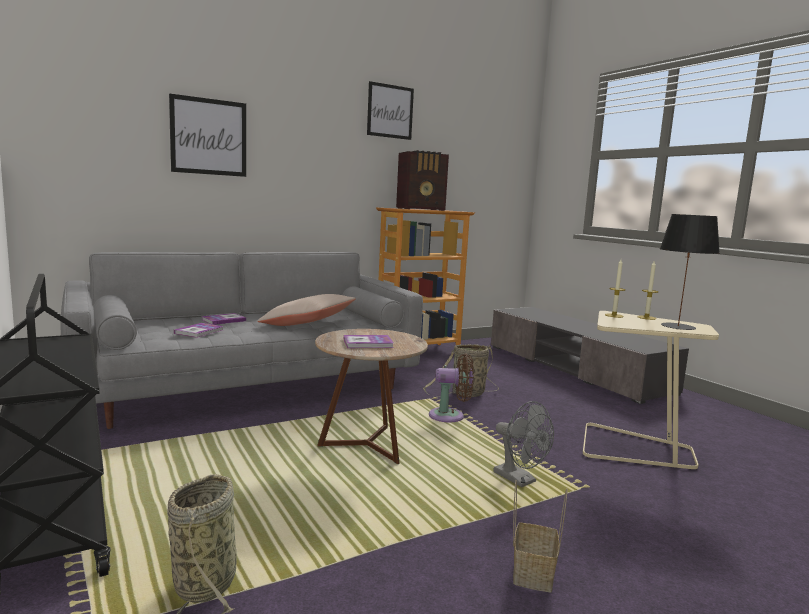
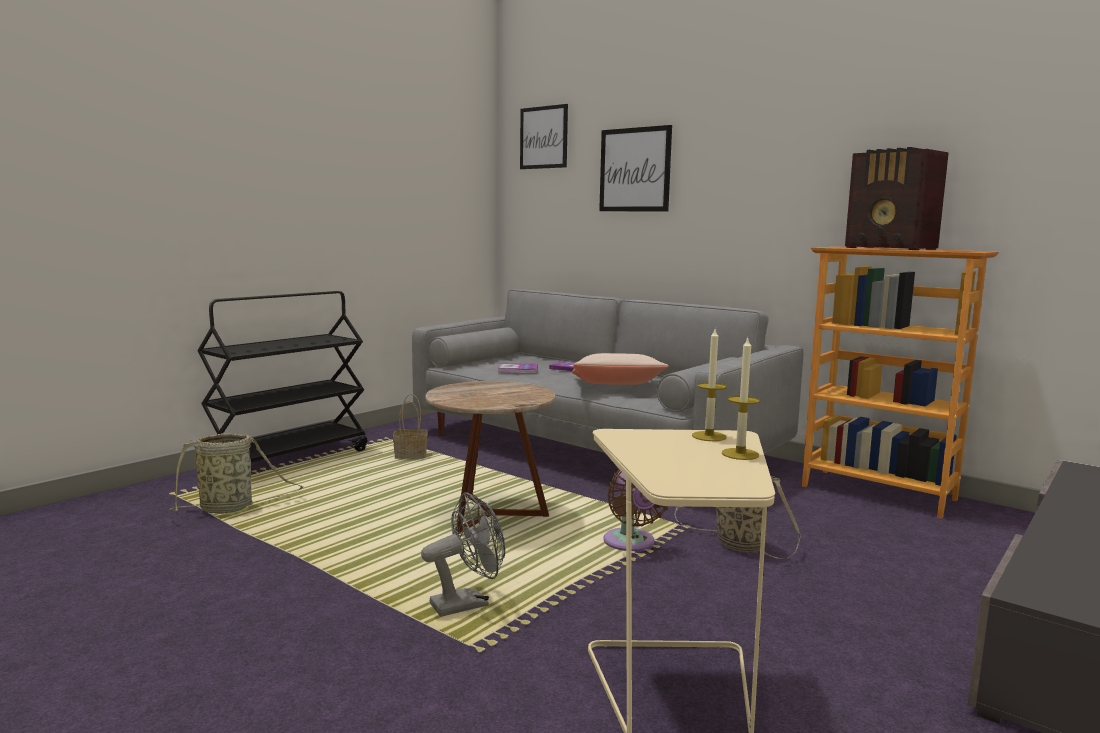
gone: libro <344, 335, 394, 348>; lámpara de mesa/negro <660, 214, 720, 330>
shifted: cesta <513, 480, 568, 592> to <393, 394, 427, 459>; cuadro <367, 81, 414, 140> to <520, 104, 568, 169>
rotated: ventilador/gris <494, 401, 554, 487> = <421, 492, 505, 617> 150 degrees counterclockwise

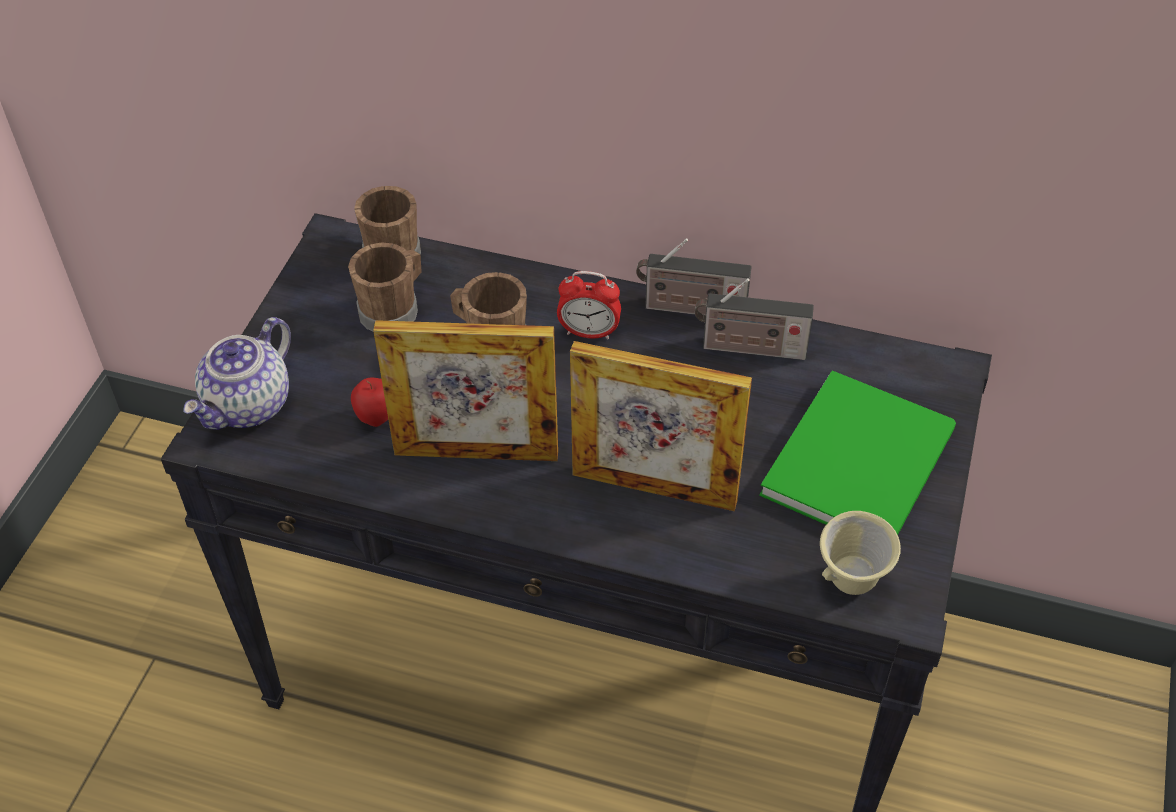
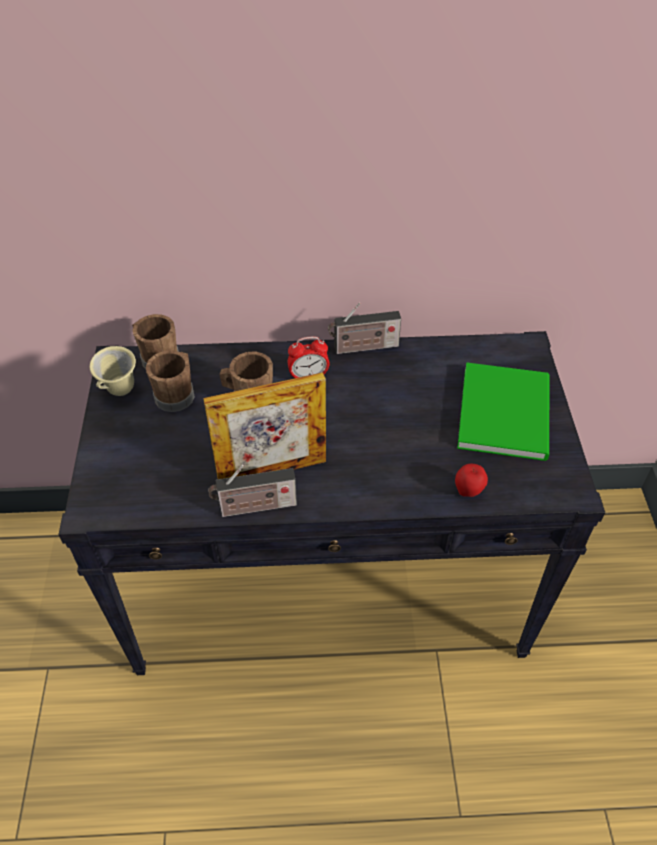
gone: tetera <183, 317, 291, 430>; portarretratos <570, 341, 752, 511>
shifted: taza grande/beis <820, 511, 901, 595> to <90, 346, 136, 396>; radio <695, 278, 814, 360> to <208, 465, 297, 517>; manzana <351, 378, 388, 427> to <455, 464, 488, 497>

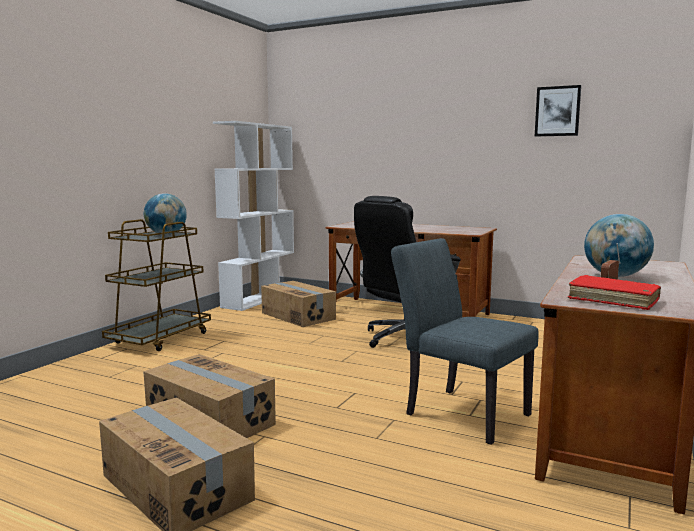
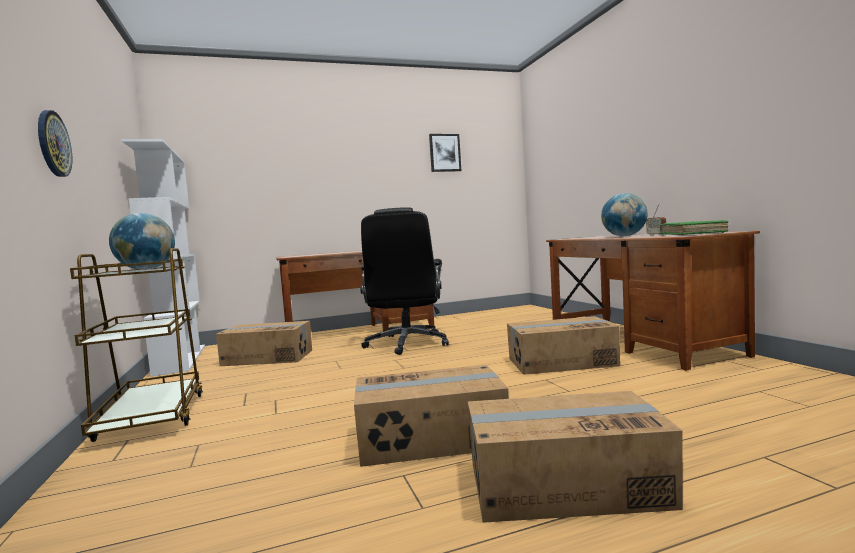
new: reloj de pared <38, 110, 72, 177>
swapped: silla/gris <391, 238, 539, 445> to caja de cartón <507, 316, 620, 375>
repainted: libro/rojo <568, 275, 661, 310> to libro/verde <660, 220, 729, 235>

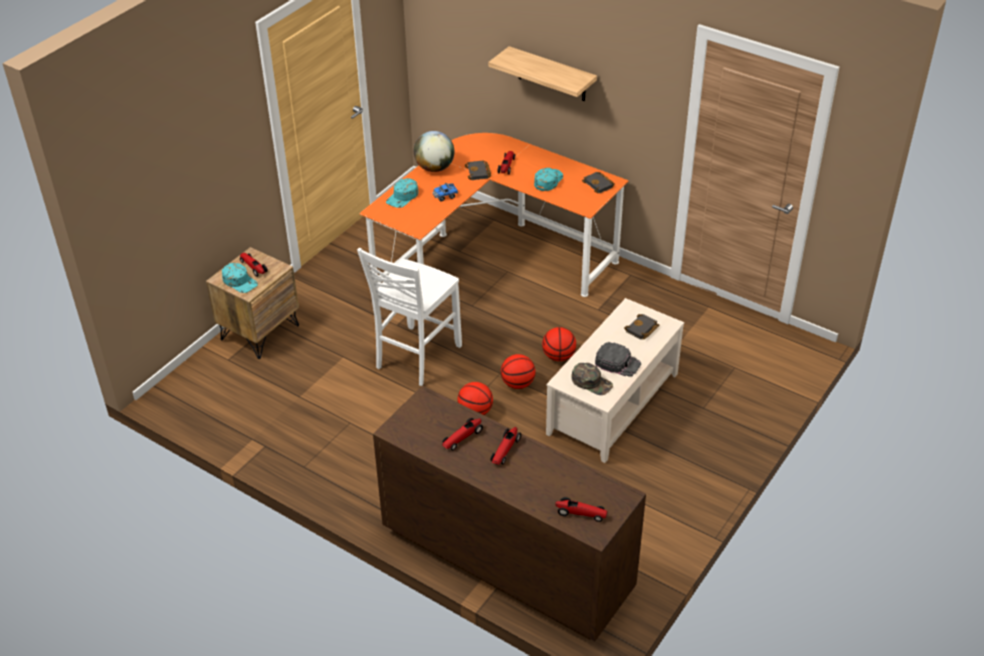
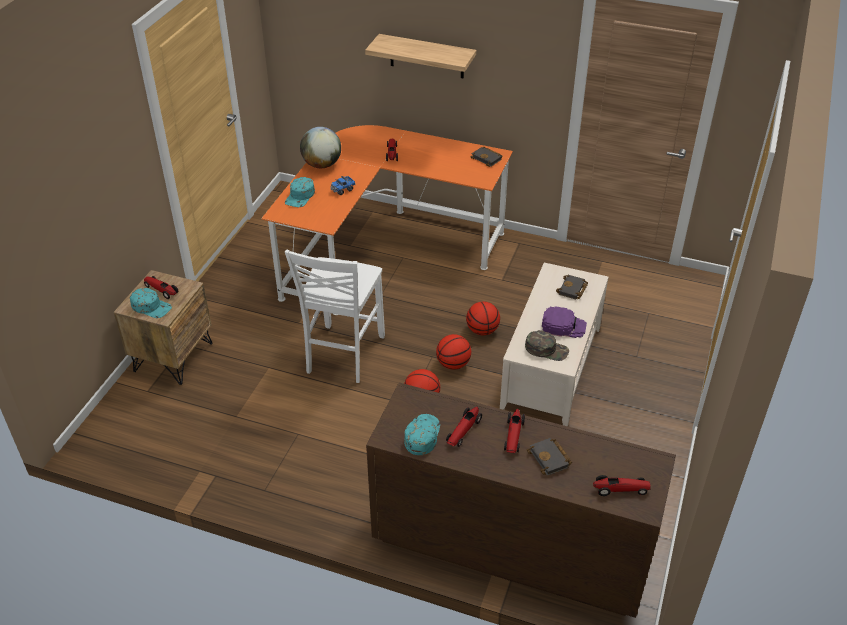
shifted: gorra/turquesa <534, 168, 563, 191> to <404, 414, 440, 455>; libro/negro <465, 160, 491, 180> to <527, 438, 572, 476>
repainted: gorra/negro <595, 342, 641, 377> to gorra/morado <542, 306, 587, 338>

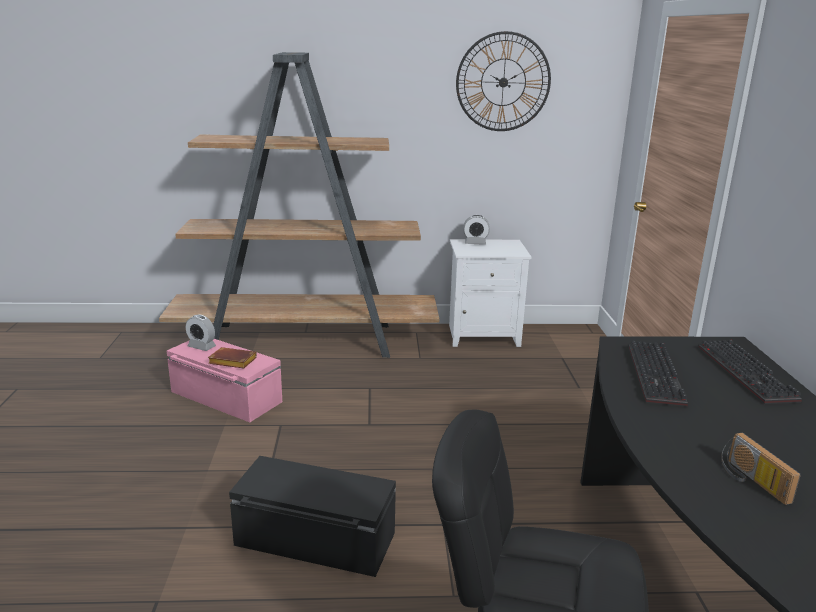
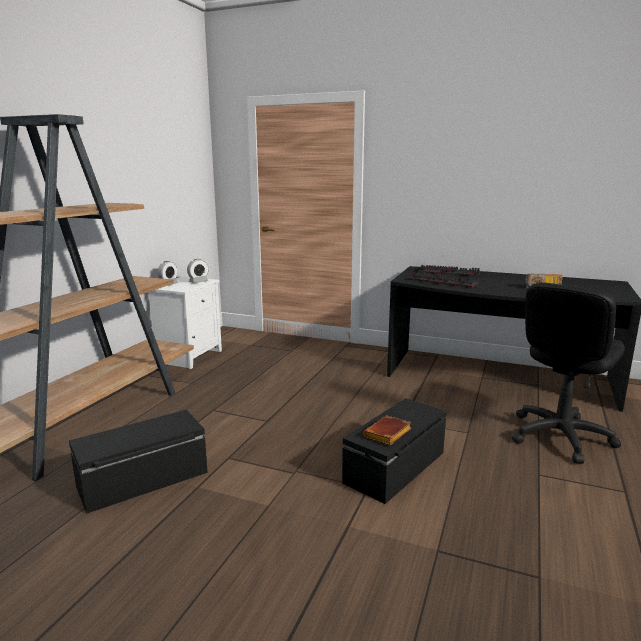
gone: reloj de pared <456, 31, 551, 131>
shifted: despertador <186, 314, 216, 351> to <187, 259, 209, 283>; libro/marrón <208, 347, 257, 368> to <363, 415, 412, 445>
repainted: caja de almacenaje/rosa <167, 339, 282, 422> to caja de almacenaje/negro <69, 410, 208, 514>

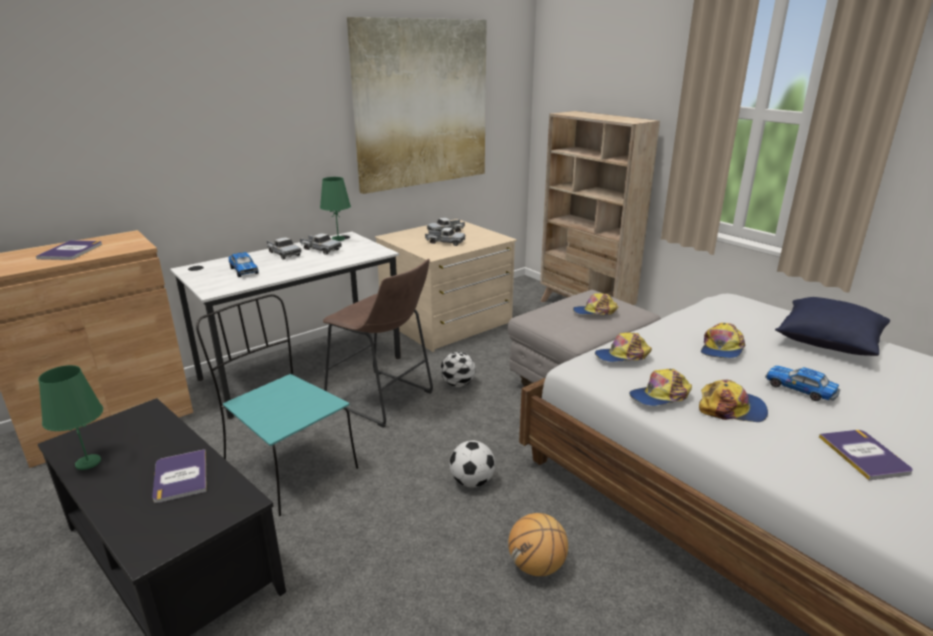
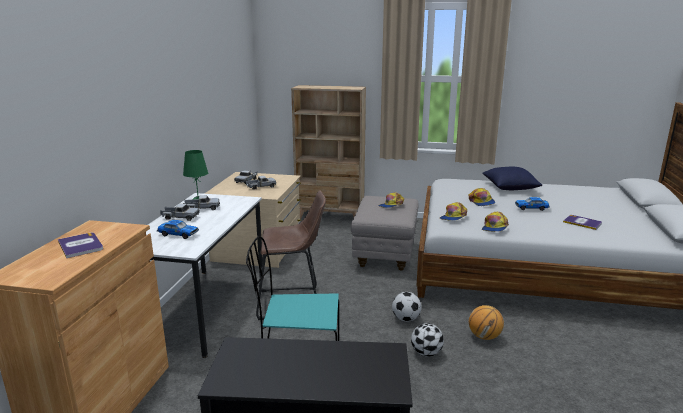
gone: lámpara de mesa/verde <38, 365, 103, 470>; libro <152, 449, 207, 503>; cuadro <347, 17, 487, 194>; gorra <699, 380, 768, 422>
shifted: balón de fútbol <441, 352, 476, 387> to <411, 323, 444, 357>

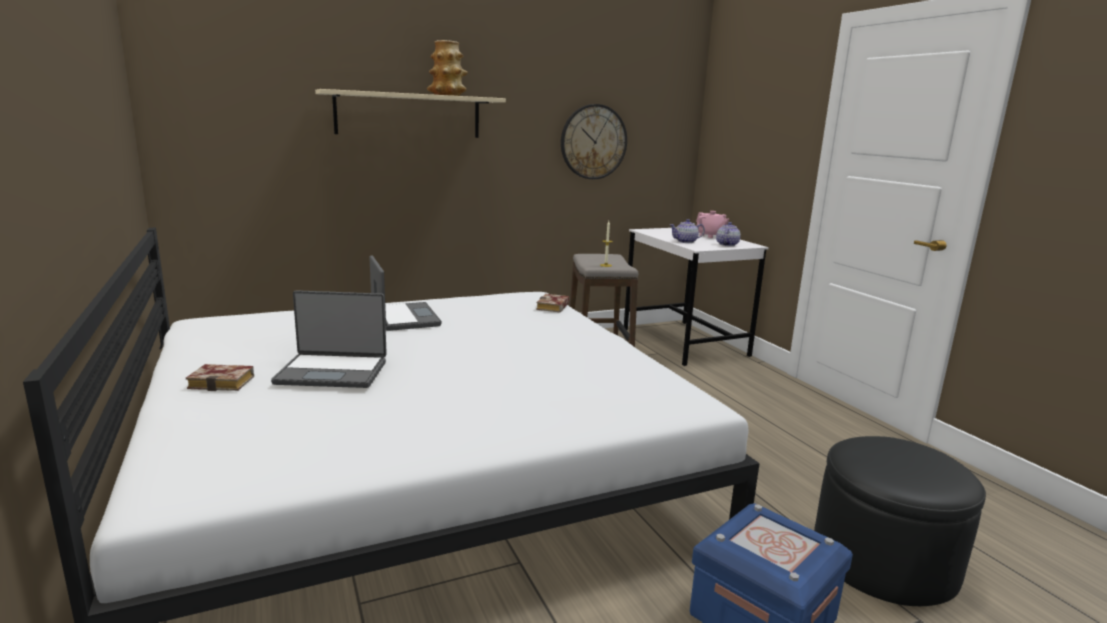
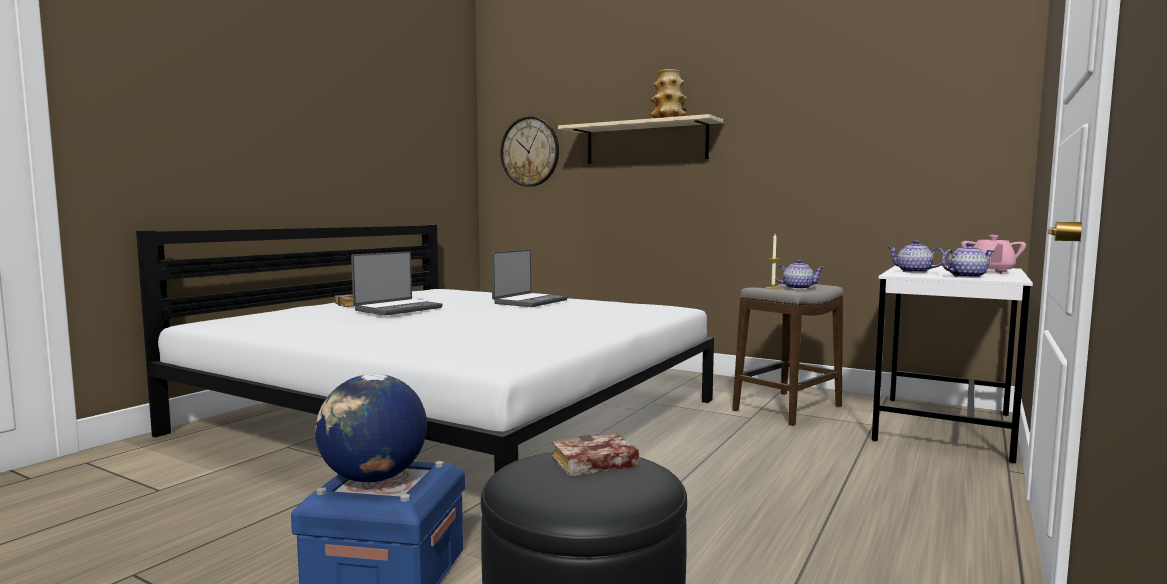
new: globo terráqueo <315, 374, 427, 483>; tetera <775, 260, 825, 289>
shifted: reloj de pared <561, 104, 627, 179> to <500, 117, 559, 187>; libro <536, 294, 569, 312> to <552, 433, 639, 476>
rotated: portátil <271, 290, 387, 388> = <351, 251, 442, 316> 105 degrees counterclockwise

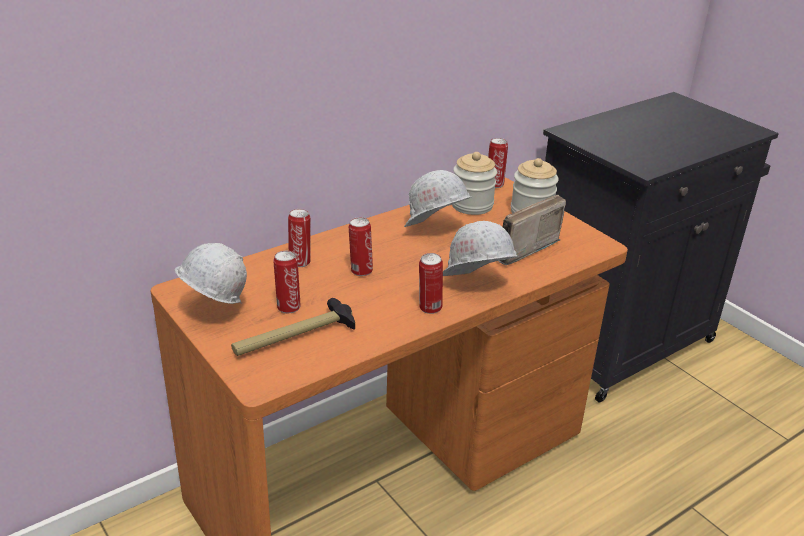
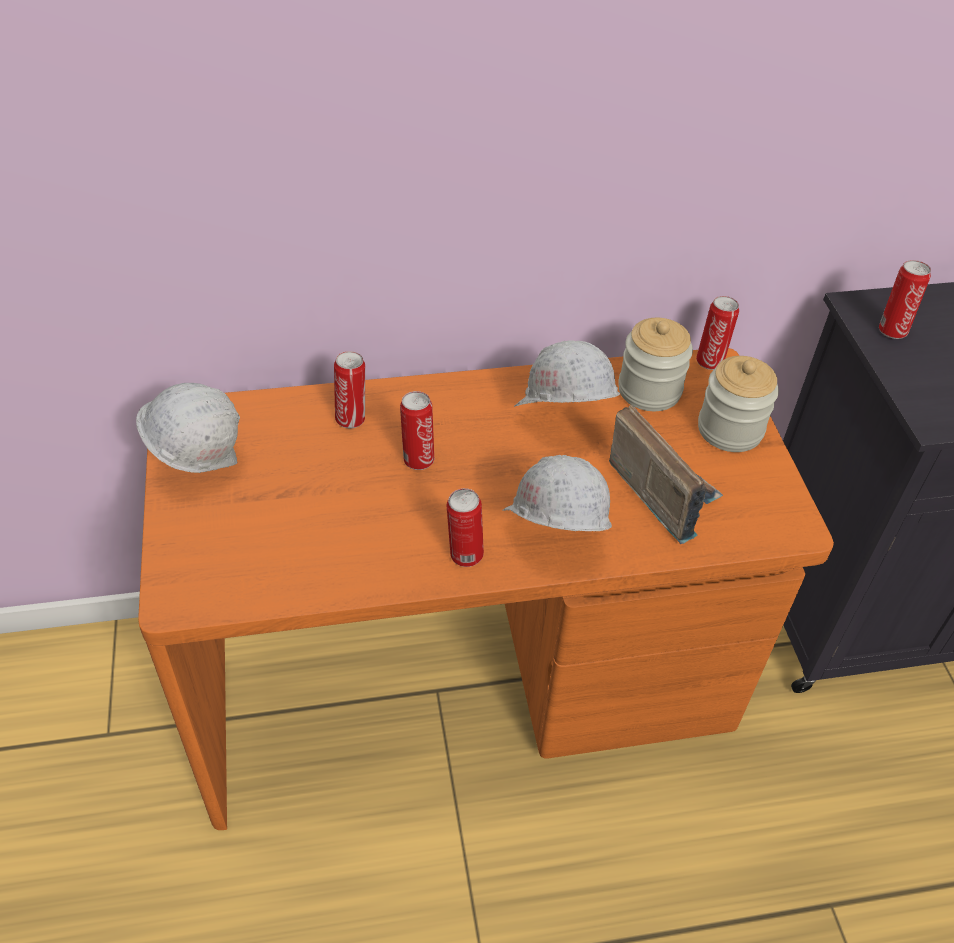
gone: martillo <231, 298, 355, 356>
shifted: lata <273, 251, 301, 313> to <879, 260, 931, 339>
rotated: radio <498, 195, 566, 265> = <609, 405, 723, 544> 75 degrees clockwise

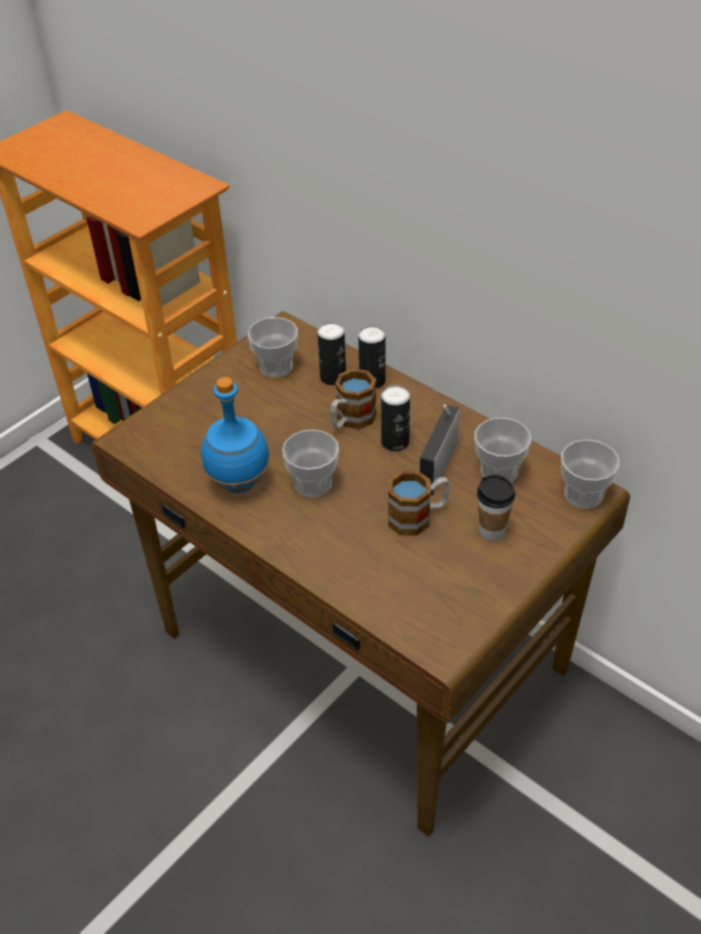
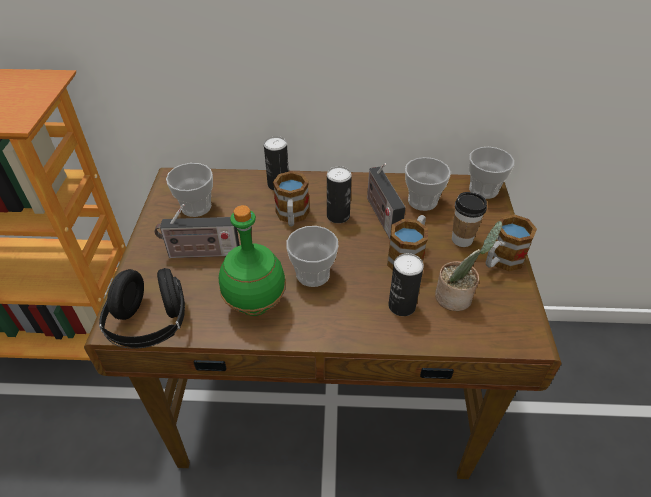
new: auriculares/negro <99, 268, 185, 349>; radio <155, 204, 240, 258>; planta en maceta <435, 221, 502, 311>; taza grande <486, 214, 537, 271>
shifted: lata <317, 322, 346, 385> to <388, 253, 424, 316>
repainted: botella/azul <201, 377, 270, 493> to botella/verde <219, 205, 286, 316>

